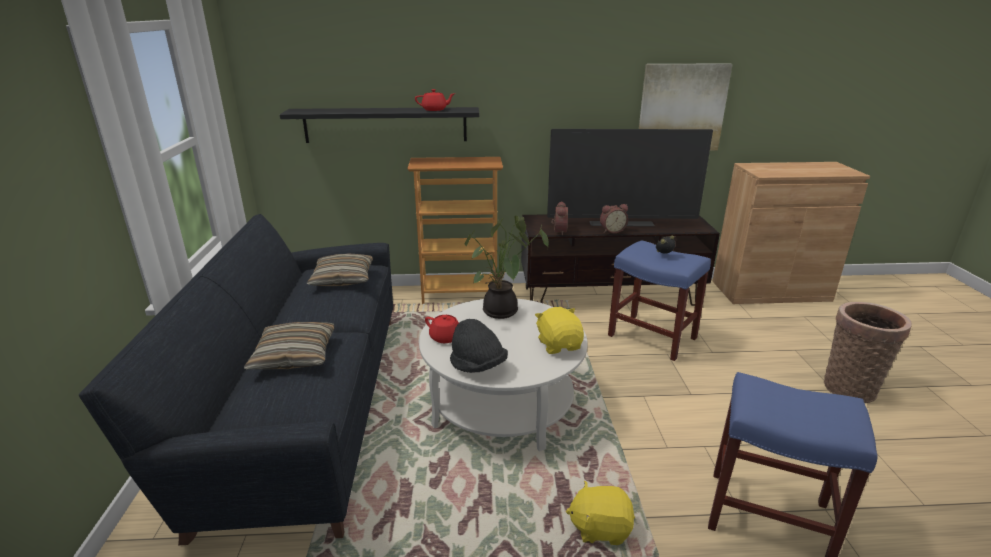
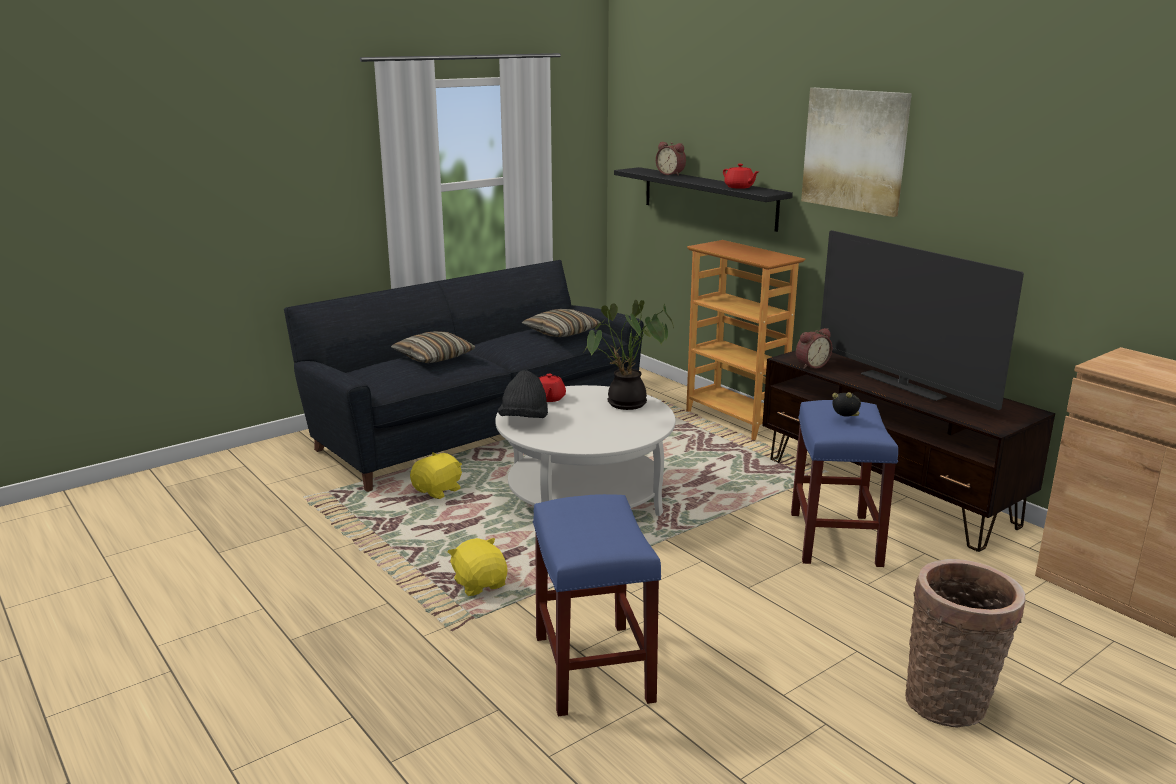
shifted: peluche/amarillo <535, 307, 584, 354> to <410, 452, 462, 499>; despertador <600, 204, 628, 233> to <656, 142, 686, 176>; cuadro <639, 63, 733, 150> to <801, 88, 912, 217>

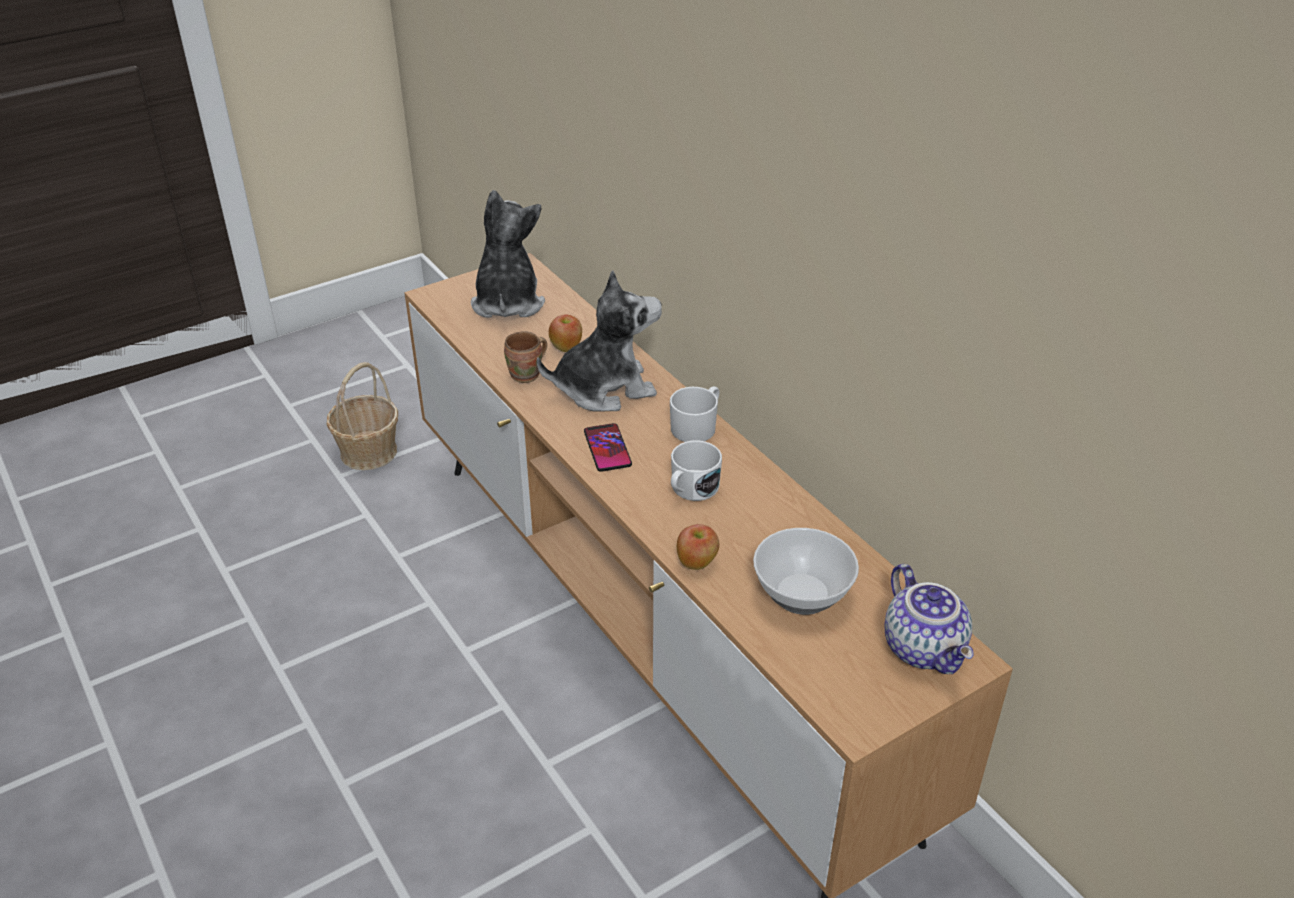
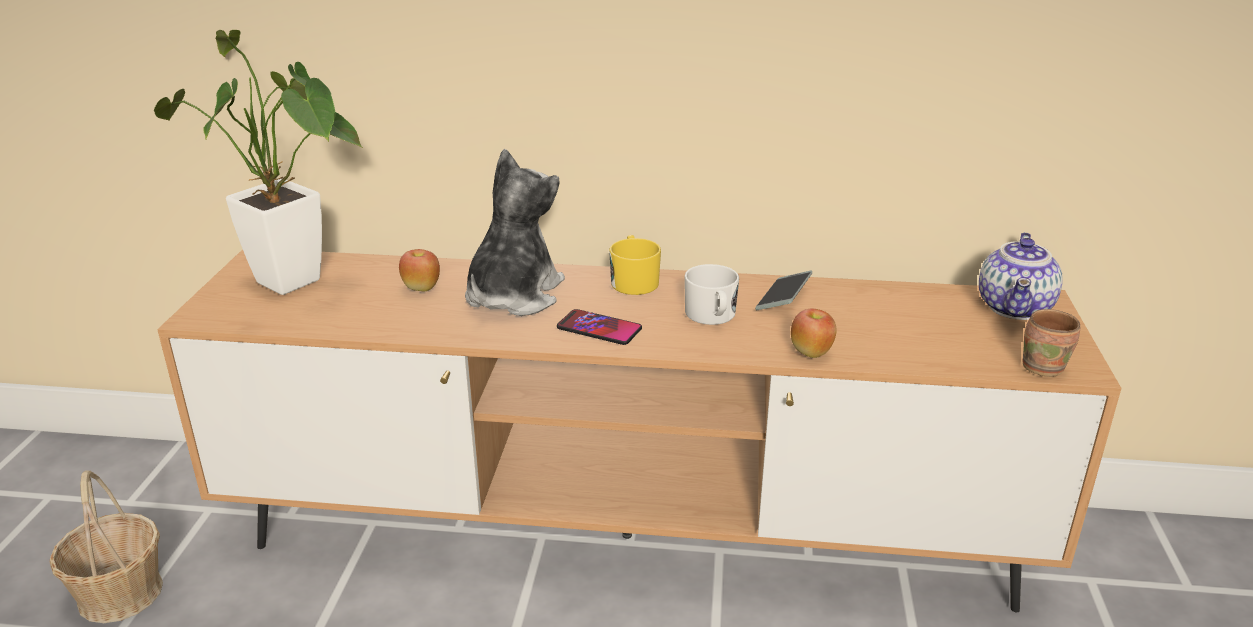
gone: cuenco <753, 528, 859, 615>
new: móvil <755, 271, 812, 310>
shifted: taza grande/marrón <504, 331, 547, 383> to <1023, 309, 1080, 377>
swapped: peluche <471, 190, 545, 318> to planta en maceta <154, 30, 363, 295>
repainted: taza grande/blanco <670, 386, 719, 442> to taza grande/amarillo <609, 235, 661, 295>
rotated: tetera <884, 564, 974, 674> = <979, 232, 1063, 320> 90 degrees clockwise

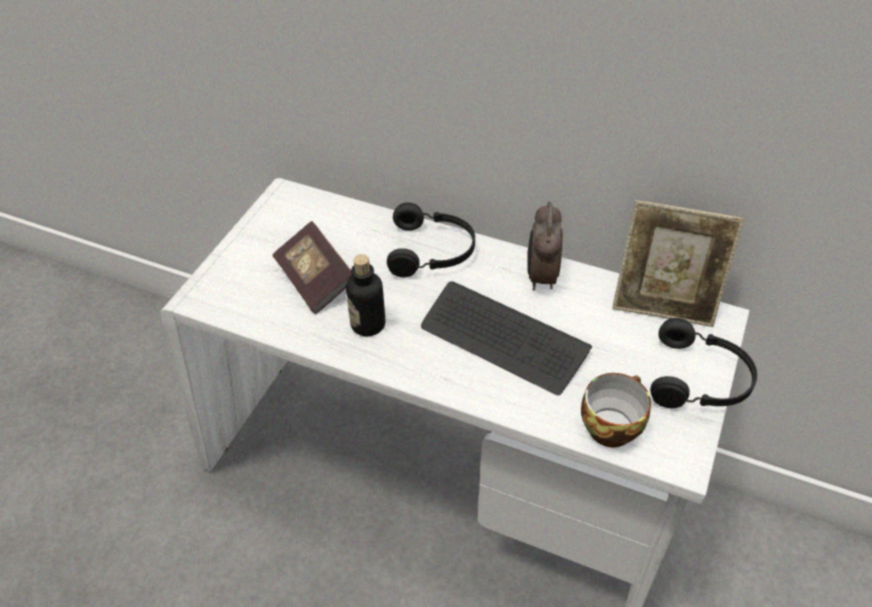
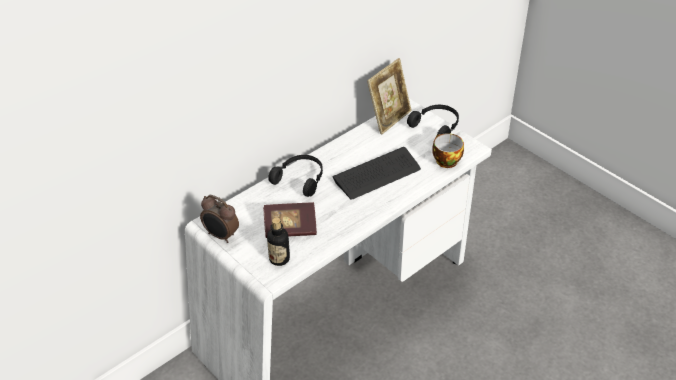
shifted: despertador <527, 202, 563, 290> to <200, 195, 239, 243>; botella <346, 254, 386, 336> to <267, 218, 290, 266>

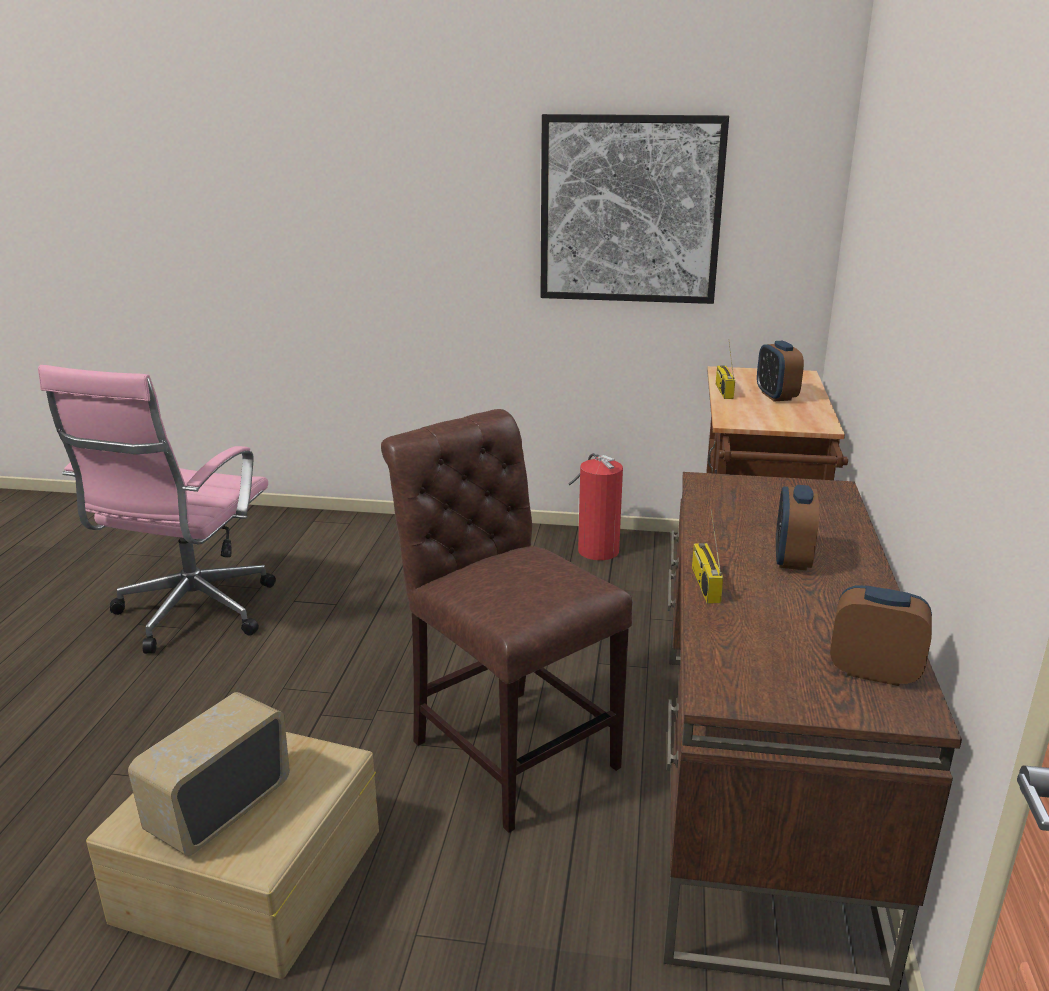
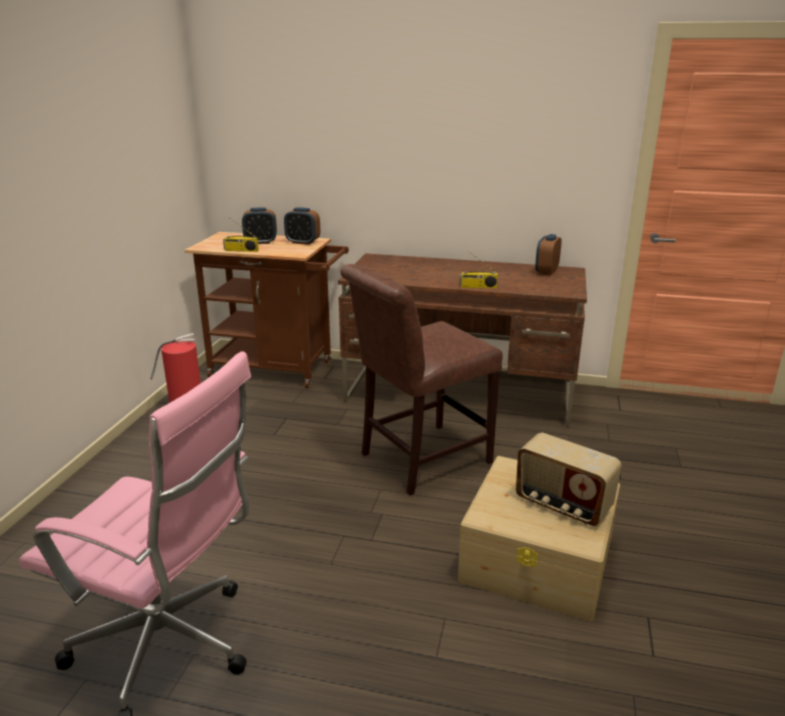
gone: cuadro <540, 114, 729, 304>
shifted: despertador <776, 485, 819, 570> to <284, 207, 320, 245>

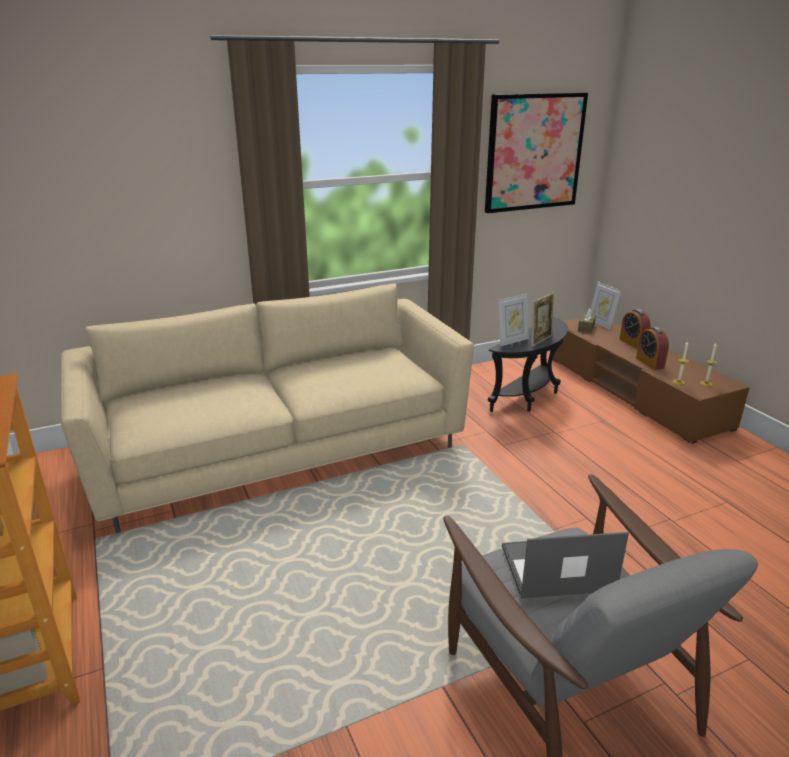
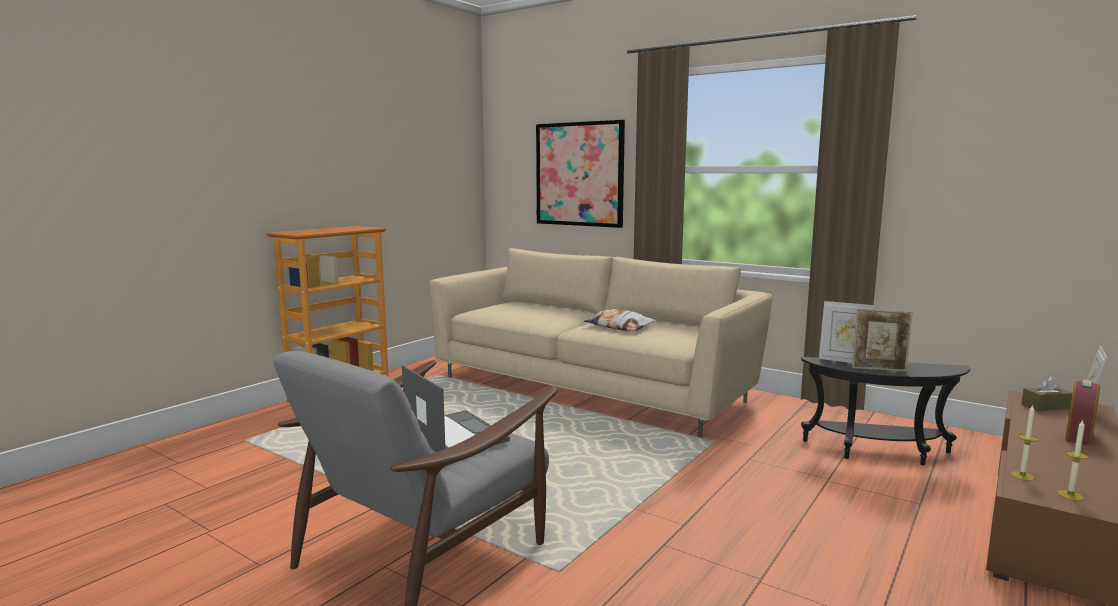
gone: despertador <636, 327, 669, 370>
new: cojín <583, 309, 656, 331>
shifted: cuadro <485, 92, 588, 213> to <536, 120, 625, 228>

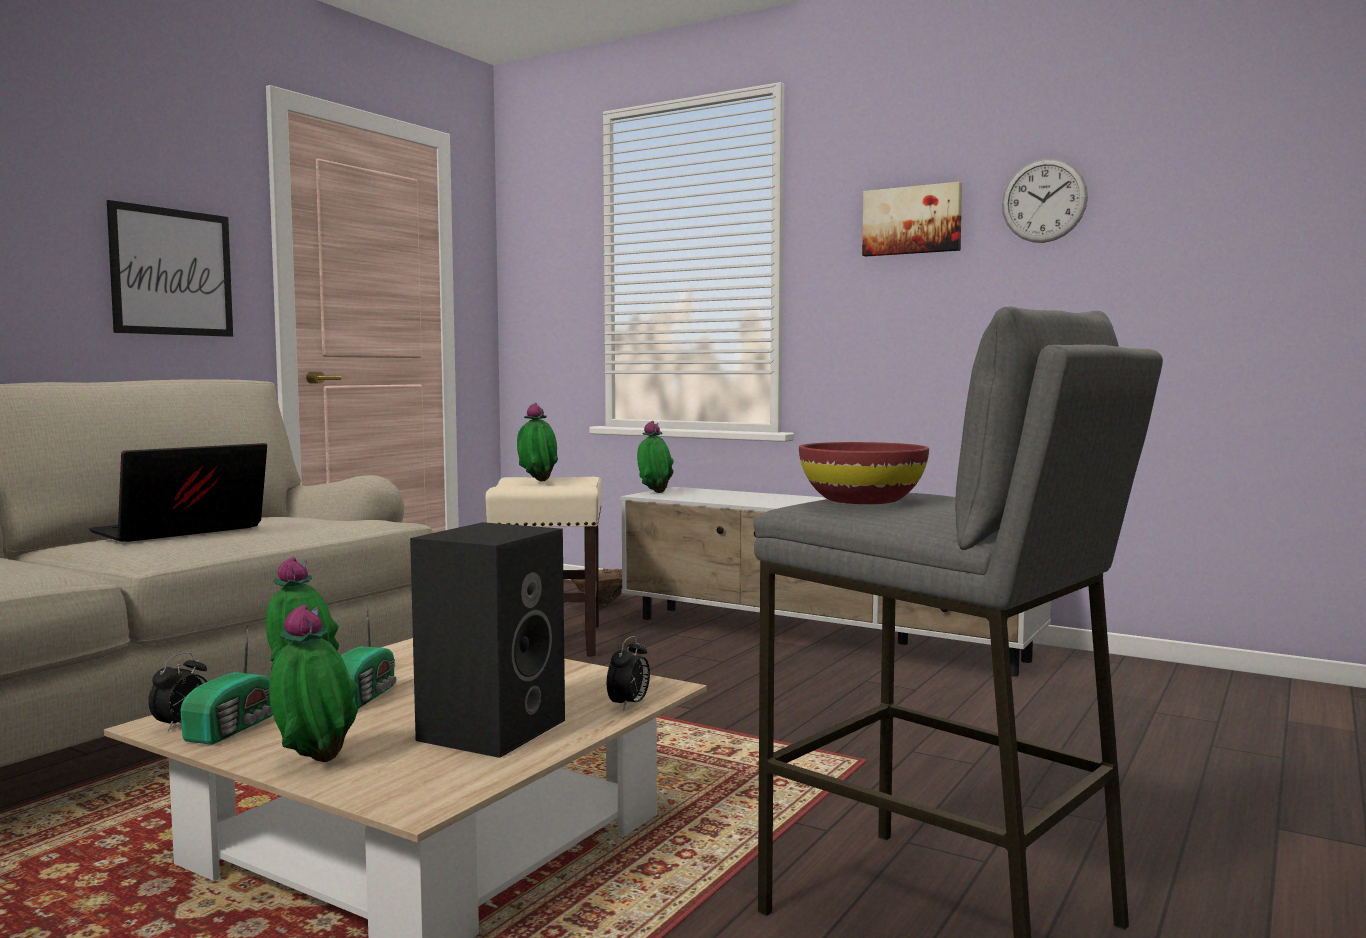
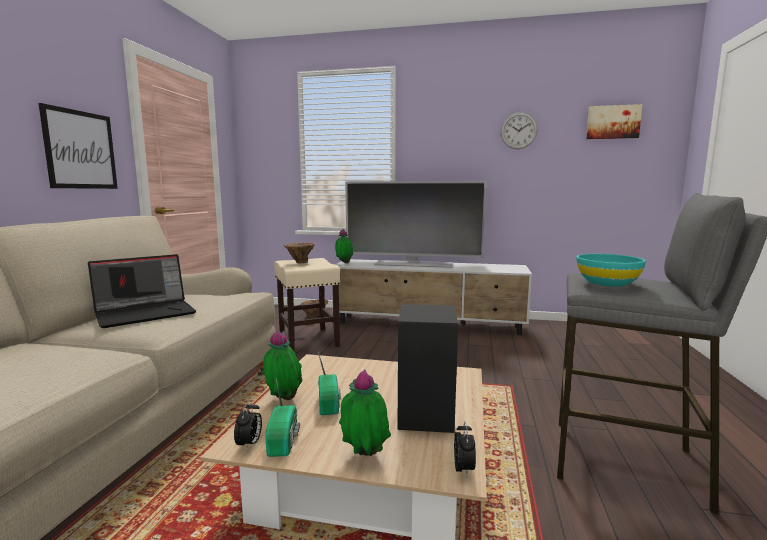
new: televisor <345, 181, 487, 268>
shifted: despertador <607, 636, 650, 711> to <454, 422, 476, 477>; cuadro <862, 182, 962, 257> to <586, 104, 643, 139>
swapped: planta en maceta <517, 403, 558, 481> to florero/marrón <284, 242, 315, 264>
repainted: cuenco/rojo <799, 442, 929, 504> to cuenco/turquesa <577, 254, 646, 287>
rotated: portátil <89, 443, 267, 542> = <88, 254, 196, 328> 150 degrees counterclockwise

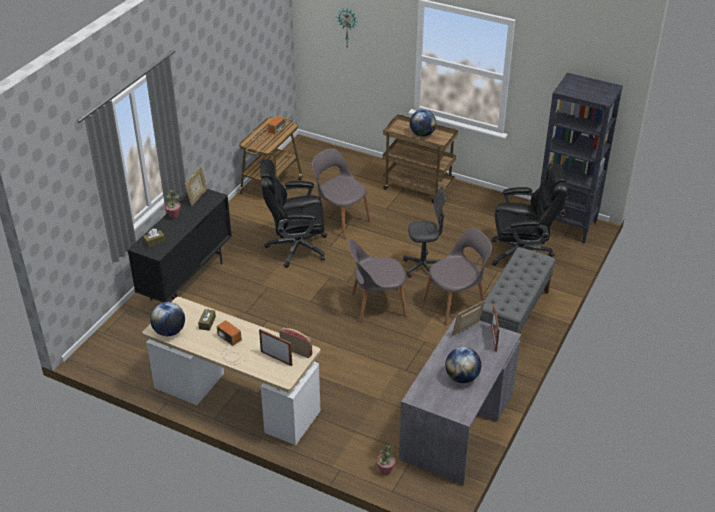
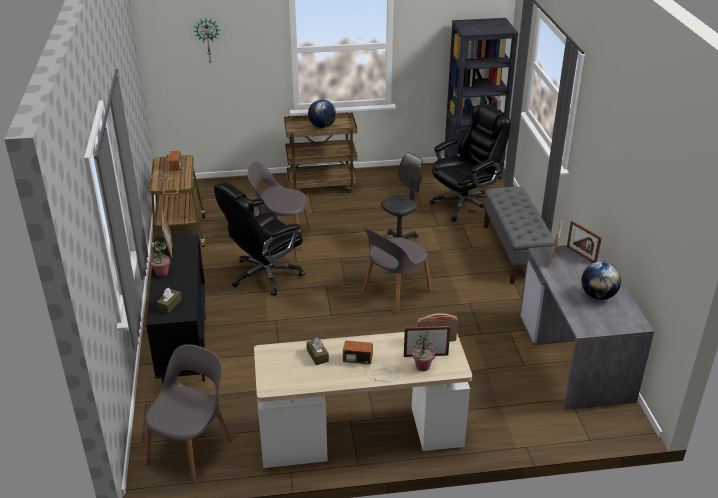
gone: globo terráqueo <150, 302, 185, 336>
shifted: silla/gris <423, 228, 492, 325> to <145, 344, 232, 485>; planta en maceta <377, 445, 395, 475> to <412, 330, 435, 371>

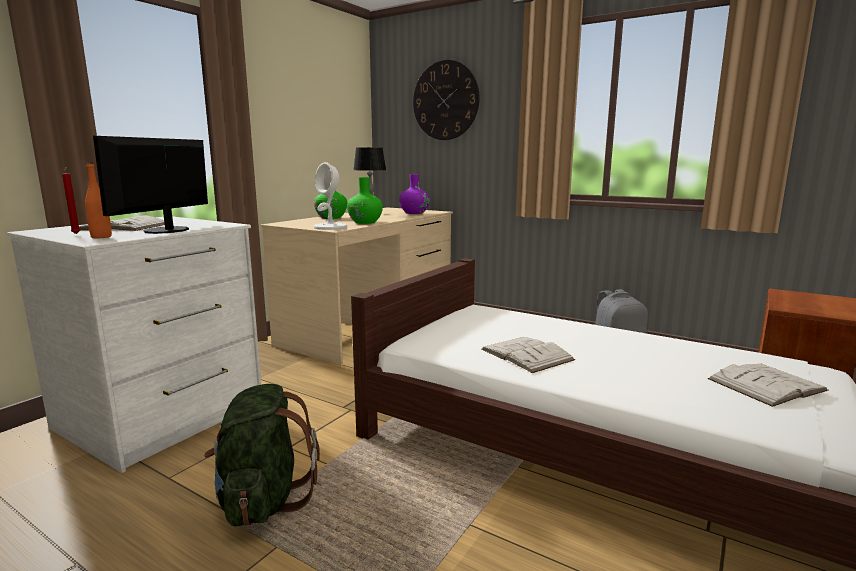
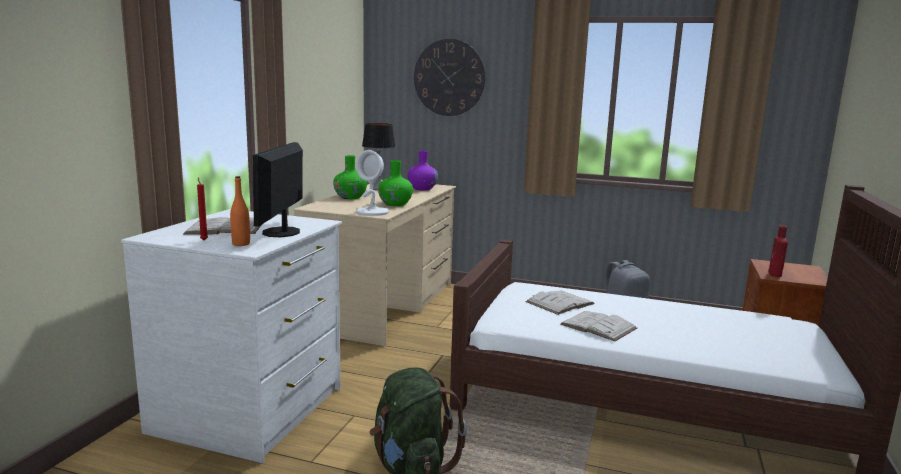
new: botella/rojo <768, 225, 788, 277>
shifted: libro/blanco <708, 364, 829, 407> to <525, 290, 595, 315>

